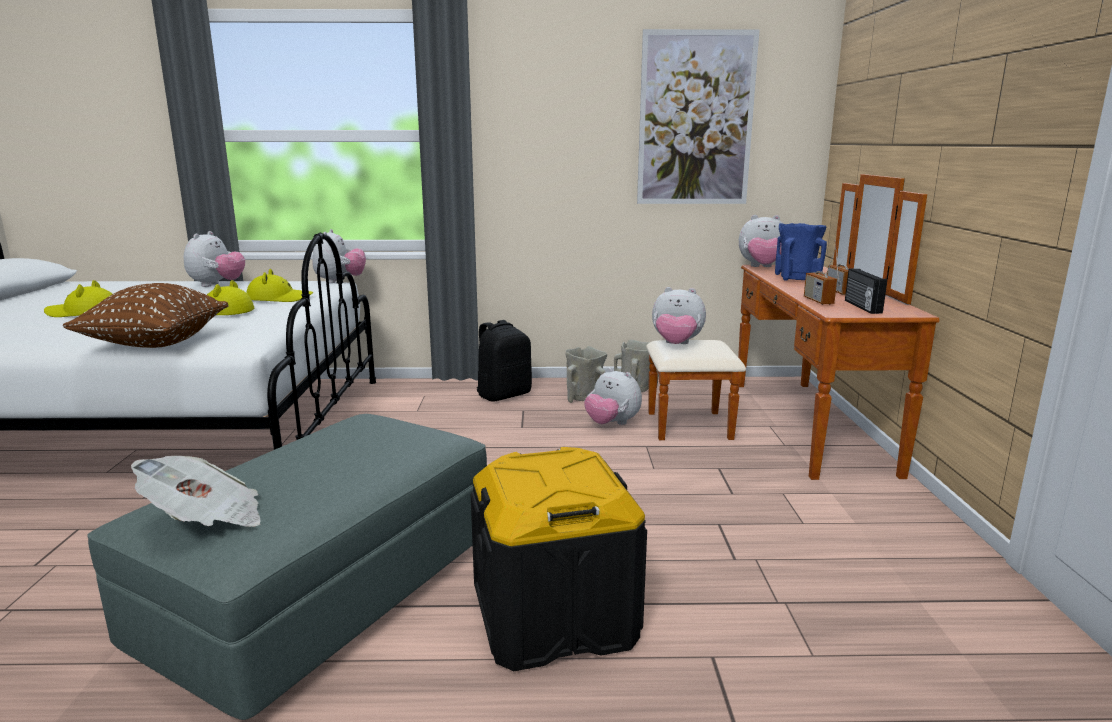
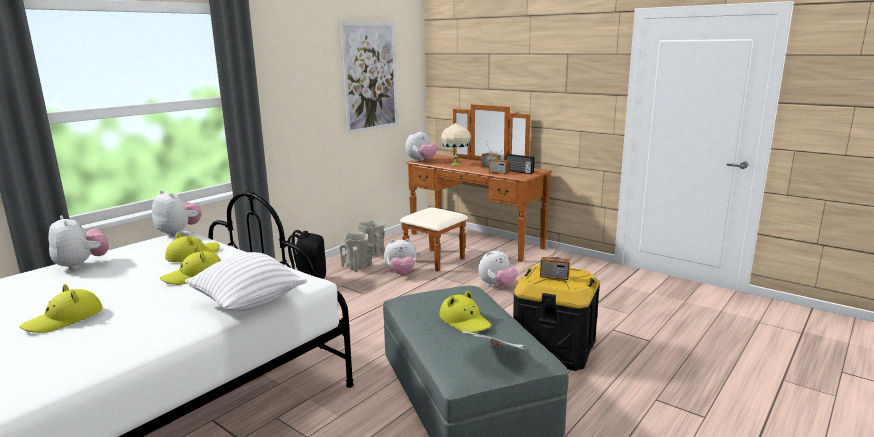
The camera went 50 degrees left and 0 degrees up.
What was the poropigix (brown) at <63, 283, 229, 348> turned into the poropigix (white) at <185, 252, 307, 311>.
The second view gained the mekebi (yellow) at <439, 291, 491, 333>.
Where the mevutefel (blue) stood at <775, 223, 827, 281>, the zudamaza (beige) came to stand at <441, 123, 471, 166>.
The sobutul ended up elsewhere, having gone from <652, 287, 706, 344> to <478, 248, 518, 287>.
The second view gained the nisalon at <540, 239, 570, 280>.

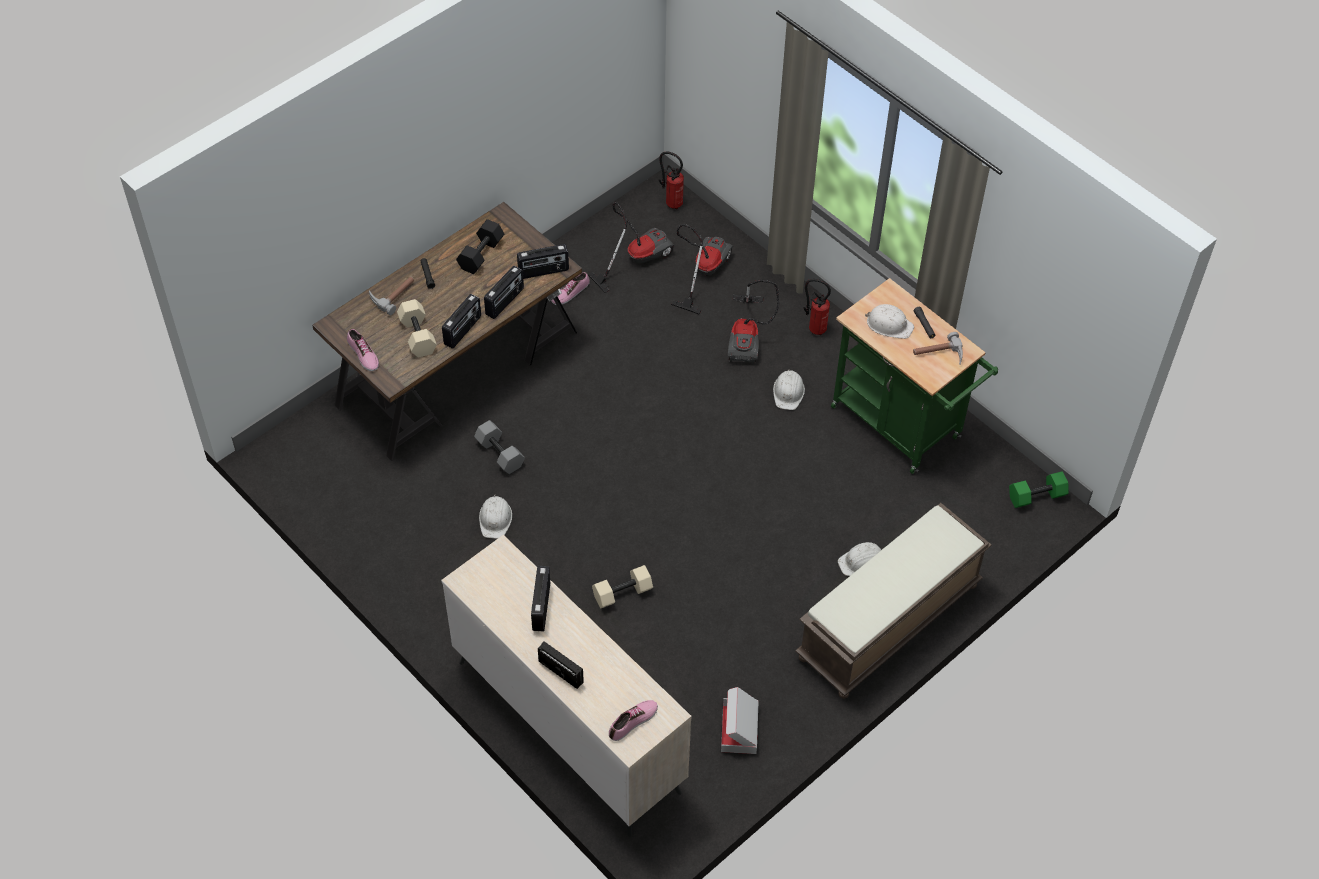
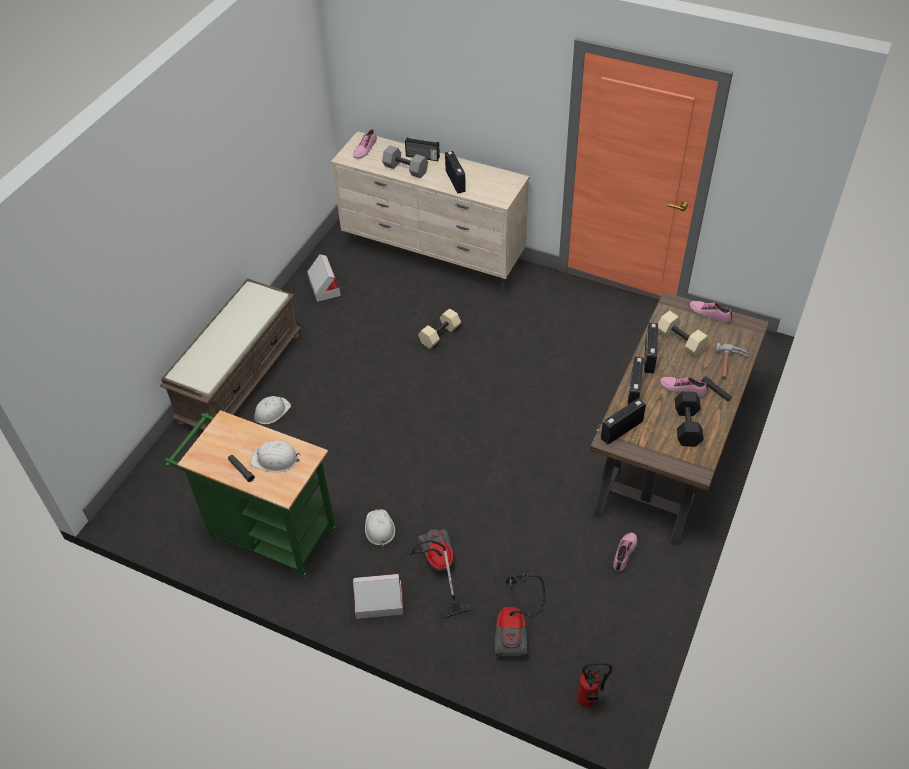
The camera went 160 degrees right and 5 degrees down.
Where the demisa stood at <804, 279, 831, 335>, the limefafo came to stand at <353, 574, 403, 619>.
The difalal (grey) ended up elsewhere, having gone from <474, 420, 525, 474> to <382, 145, 428, 178>.
The second view gained the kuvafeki at <660, 377, 708, 397>.
The second view lost the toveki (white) at <479, 494, 512, 539>.
The second view lost the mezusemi at <588, 202, 674, 293>.
The second view lost the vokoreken at <913, 332, 963, 365>.
The second view lost the difalal (green) at <1009, 471, 1069, 508>.

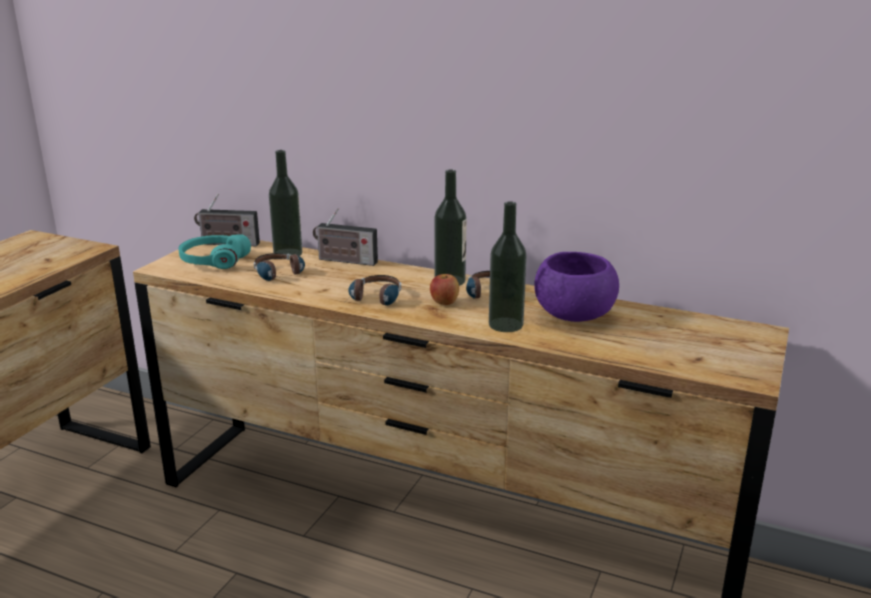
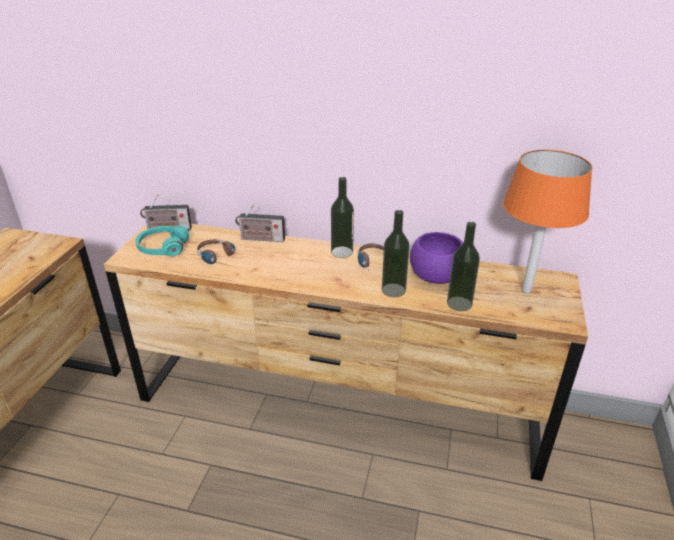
The camera went 10 degrees left and 10 degrees up.
The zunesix ended up elsewhere, having gone from <269, 150, 302, 256> to <447, 222, 480, 311>.
The second view gained the zudamaza (orange) at <503, 150, 593, 293>.
The second view lost the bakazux at <348, 275, 401, 306>.
The second view lost the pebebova at <430, 274, 459, 305>.

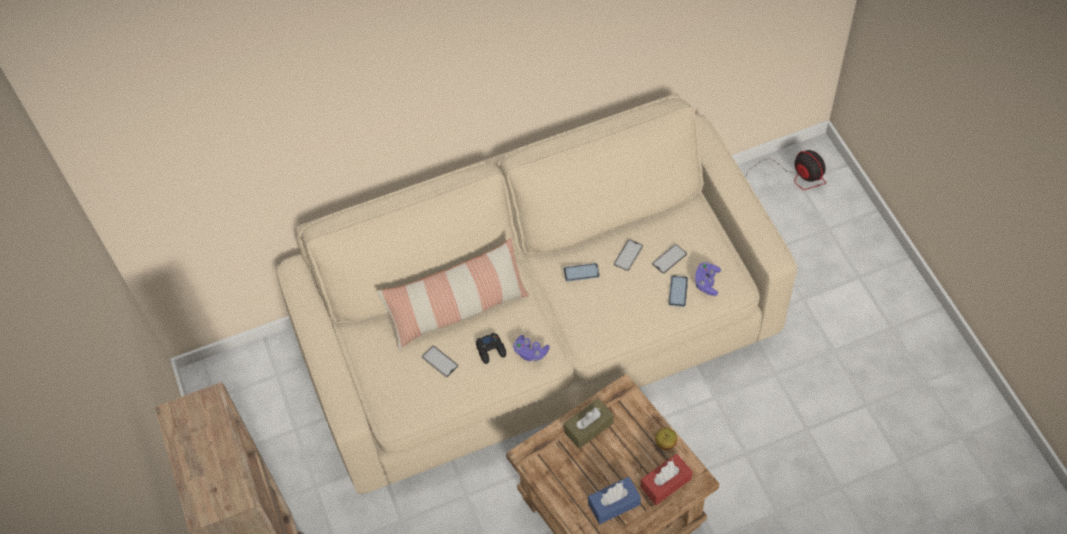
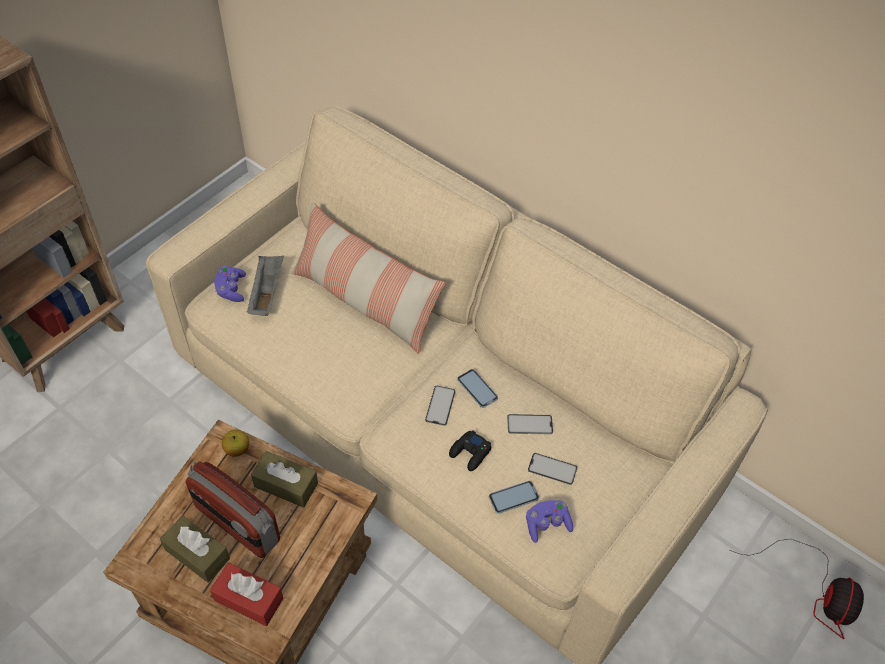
The camera went 55 degrees right and 5 degrees down.
What was the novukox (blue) at <588, 477, 641, 524> turned into the novukox (brown) at <160, 515, 230, 583>.
The second view gained the nisalon at <186, 461, 280, 558>.
The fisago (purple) ended up elsewhere, having gone from <513, 335, 550, 362> to <214, 266, 246, 302>.
The pebebova ended up elsewhere, having gone from <655, 428, 677, 450> to <222, 430, 249, 457>.
The second view gained the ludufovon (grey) at <247, 256, 284, 316>.
The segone ended up elsewhere, having gone from <422, 346, 458, 377> to <425, 386, 456, 426>.
The fisago (black) ended up elsewhere, having gone from <476, 332, 506, 364> to <449, 430, 491, 471>.

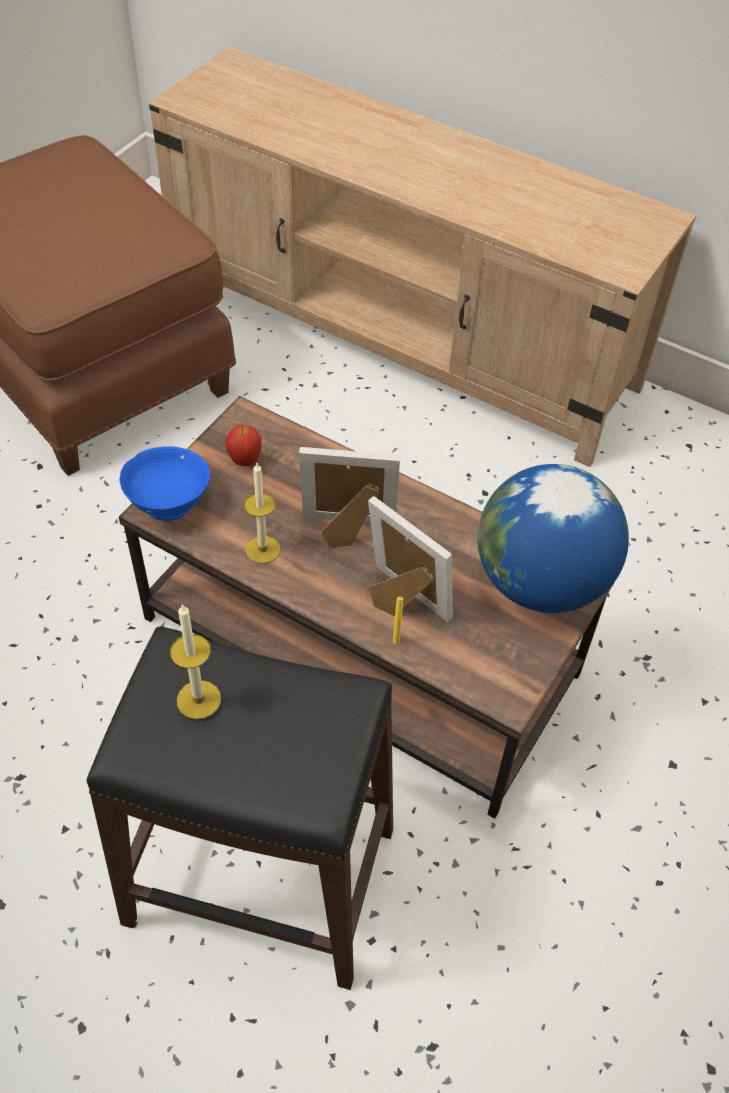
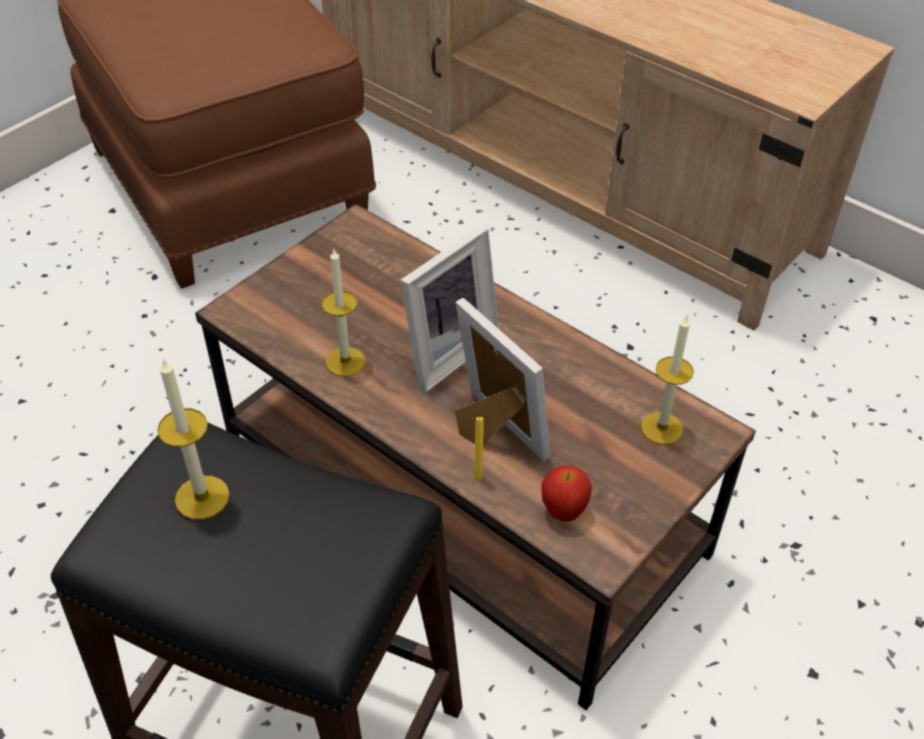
The camera went 10 degrees right and 5 degrees down.
The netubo at <299, 447, 400, 548> ended up facing another way, 120 degrees clockwise from before.
The pebebova ended up elsewhere, having gone from <225, 425, 262, 466> to <541, 466, 592, 522>.
Where the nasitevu stood at <478, 464, 629, 613>, the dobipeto came to stand at <641, 315, 694, 444>.
The second view lost the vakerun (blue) at <119, 446, 210, 521>.

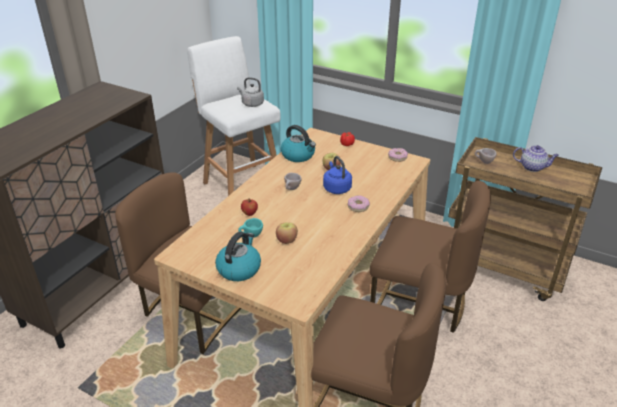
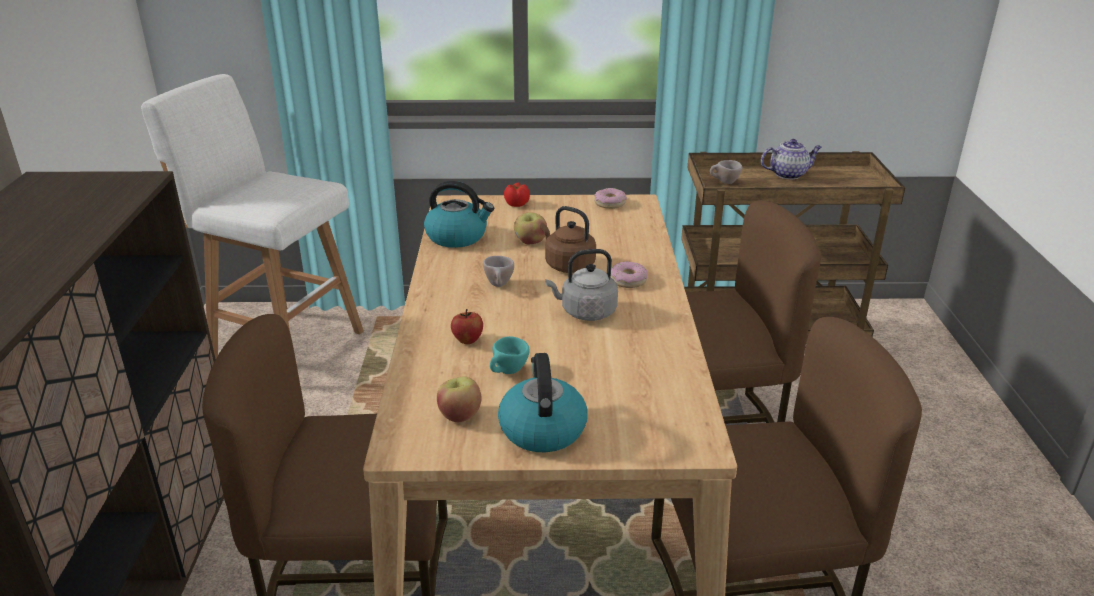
The camera went 30 degrees left and 5 degrees down.
The pebebova ended up elsewhere, having gone from <276, 223, 298, 244> to <437, 377, 482, 422>.
What was the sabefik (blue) at <323, 156, 352, 194> turned into the sabefik (brown) at <540, 206, 596, 273>.
The sabefik (grey) ended up elsewhere, having gone from <237, 77, 264, 107> to <545, 249, 618, 321>.

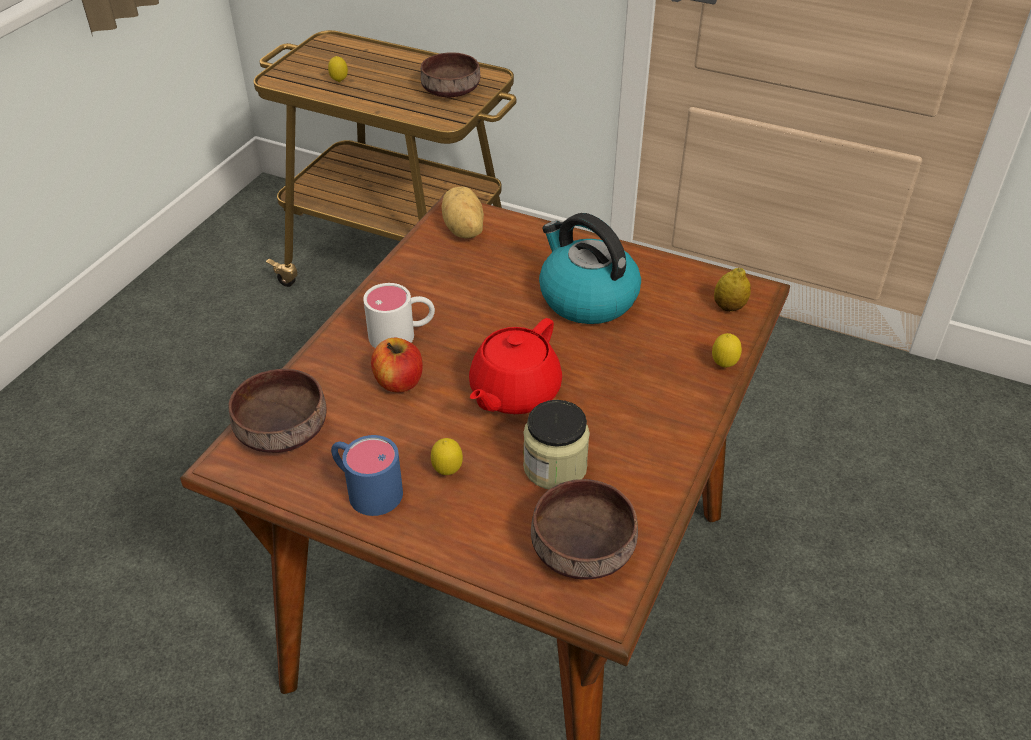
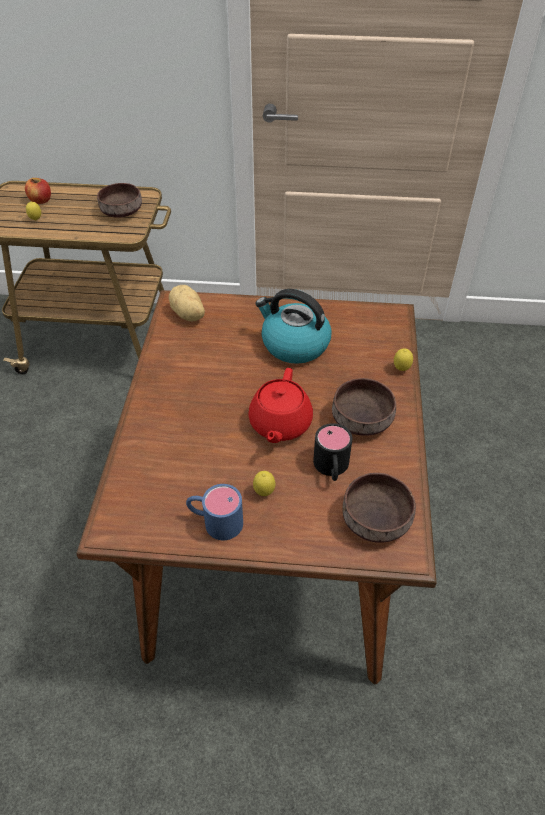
The camera went 20 degrees left and 5 degrees up.
The pebebova ended up elsewhere, having gone from <371, 337, 423, 393> to <25, 178, 51, 204>.
Where the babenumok stood at <523, 400, 590, 489>, the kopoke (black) came to stand at <313, 423, 352, 481>.
The vakerun (brown) ended up elsewhere, having gone from <228, 369, 327, 453> to <332, 378, 396, 436>.
The second view lost the kopoke (white) at <363, 283, 435, 348>.
The second view lost the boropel at <714, 268, 751, 312>.

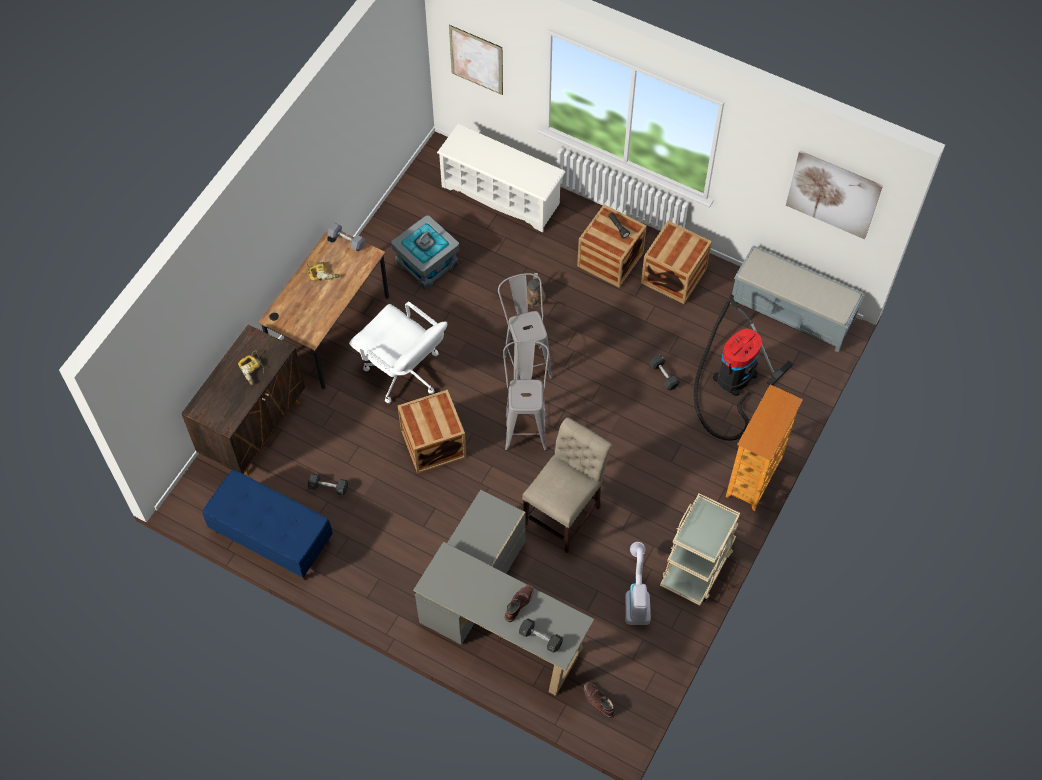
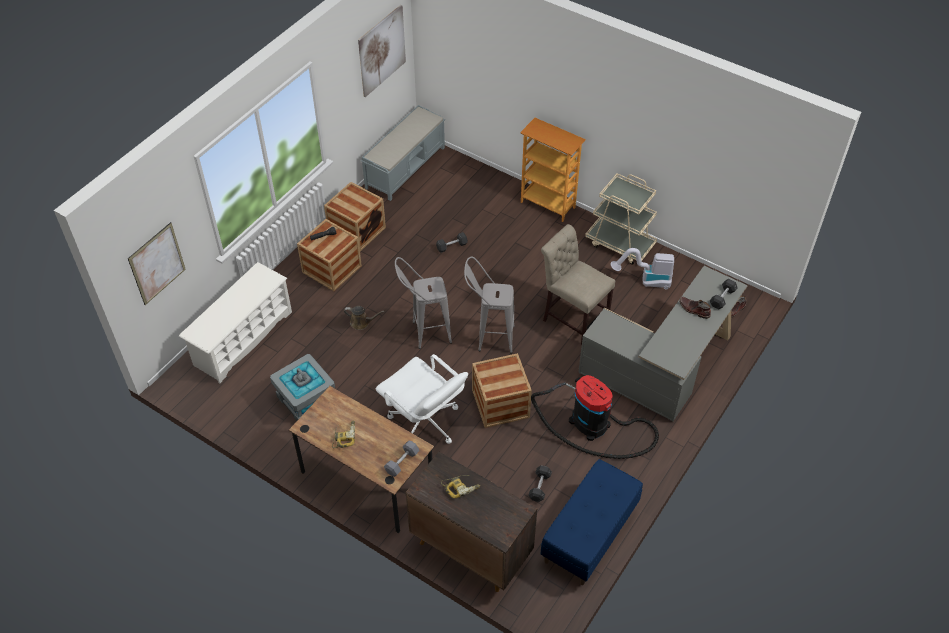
The camera went 85 degrees left and 10 degrees down.
The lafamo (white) at <349, 302, 447, 403> ended up facing another way, 90 degrees clockwise from before.
The difalal (grey) ended up elsewhere, having gone from <328, 223, 365, 251> to <384, 440, 419, 477>.
The mezusemi ended up elsewhere, having gone from <693, 294, 793, 441> to <531, 375, 659, 459>.

